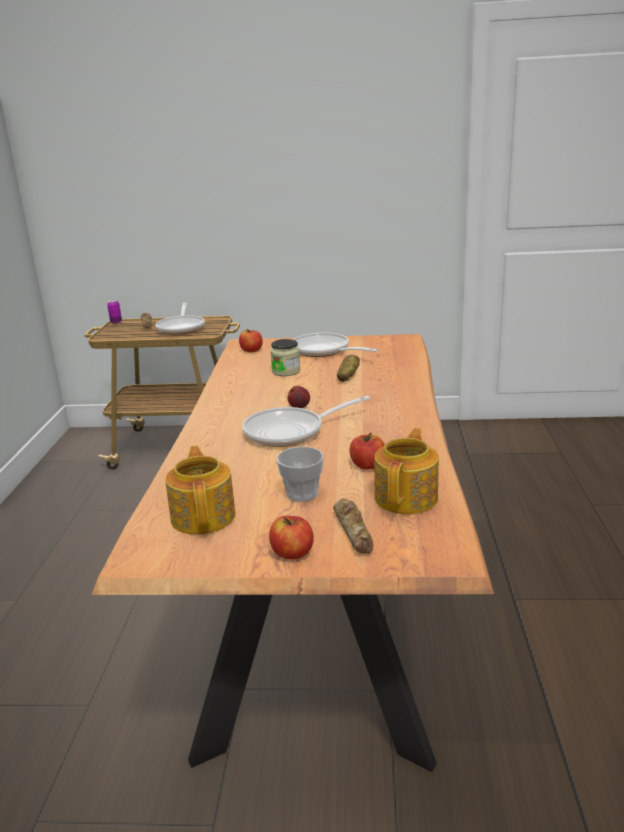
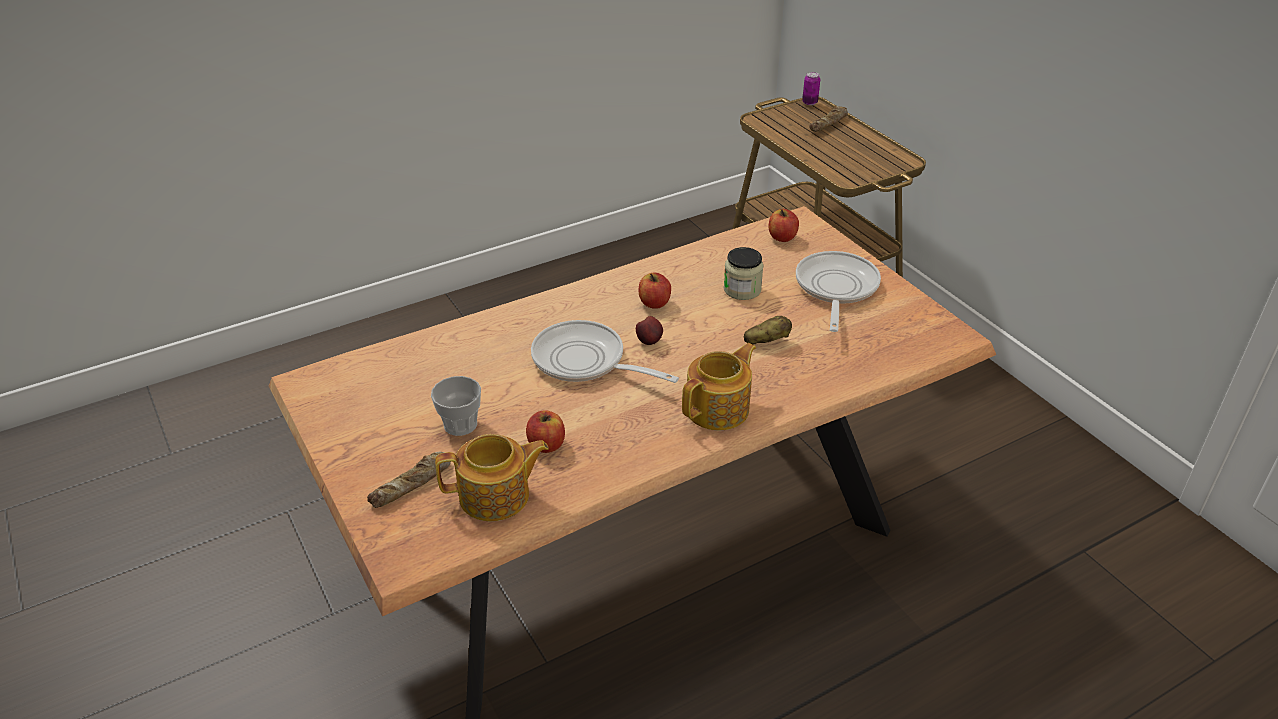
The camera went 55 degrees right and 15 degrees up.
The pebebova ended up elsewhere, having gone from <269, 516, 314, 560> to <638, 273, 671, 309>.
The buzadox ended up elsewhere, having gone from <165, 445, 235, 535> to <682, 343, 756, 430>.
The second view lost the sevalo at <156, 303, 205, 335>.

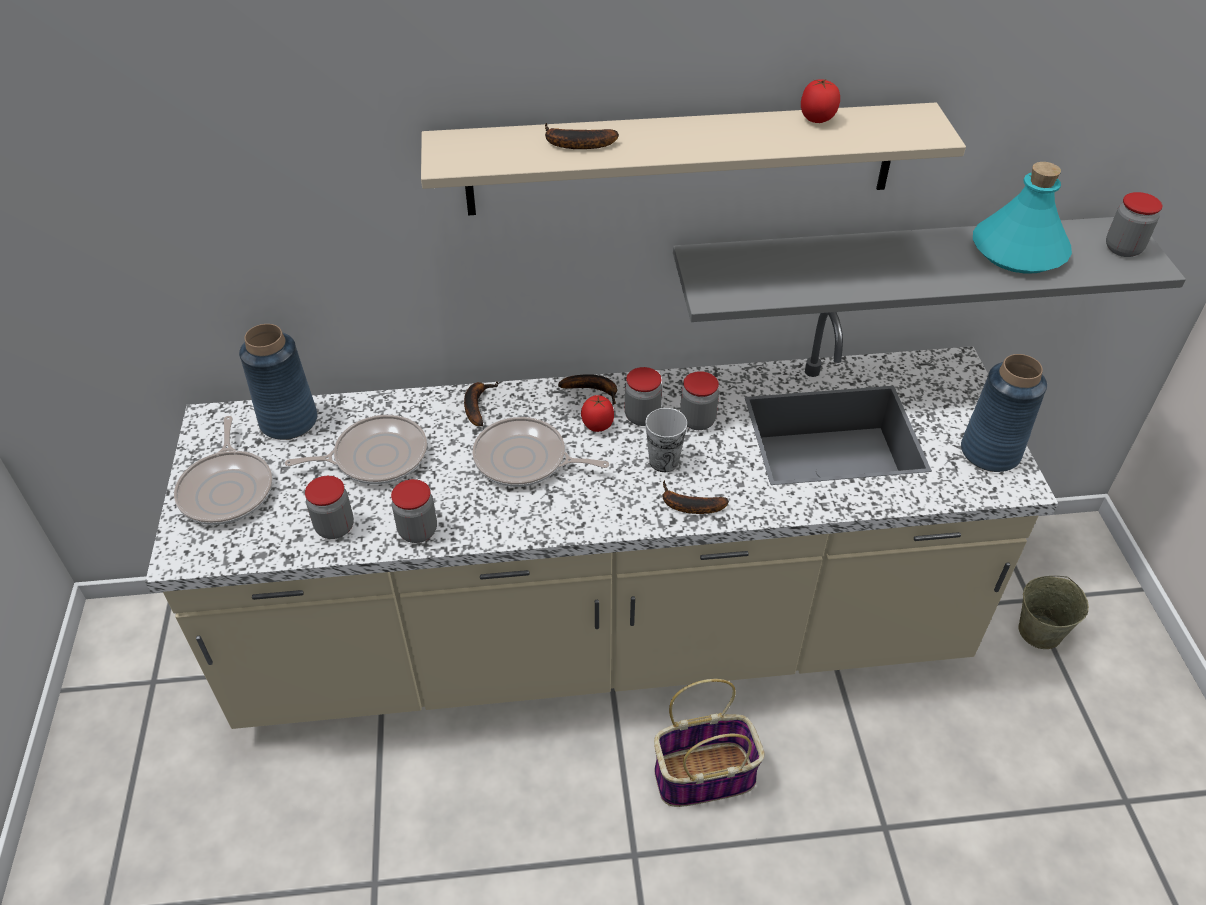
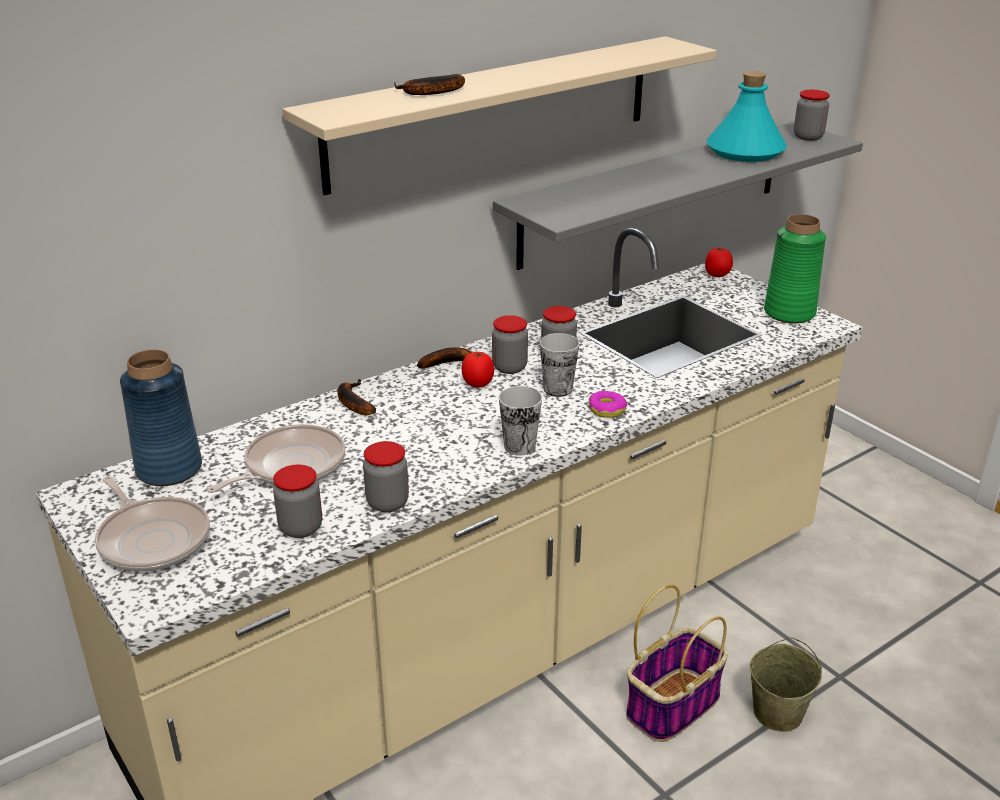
The camera went 30 degrees left and 15 degrees down.
The second view gained the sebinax at <499, 386, 542, 456>.
Where the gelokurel stood at <663, 480, 729, 514>, the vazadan came to stand at <589, 391, 627, 418>.
The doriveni ended up elsewhere, having gone from <801, 79, 840, 123> to <705, 247, 733, 277>.
The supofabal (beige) ended up elsewhere, having gone from <1018, 576, 1089, 649> to <750, 637, 822, 732>.
What was the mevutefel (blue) at <961, 354, 1047, 472> turned into the mevutefel (green) at <764, 214, 826, 323>.
The second view lost the sevalo at <472, 417, 609, 487>.

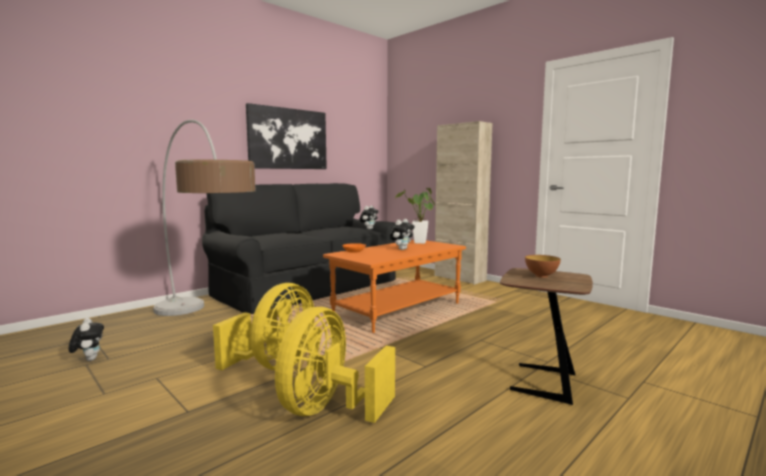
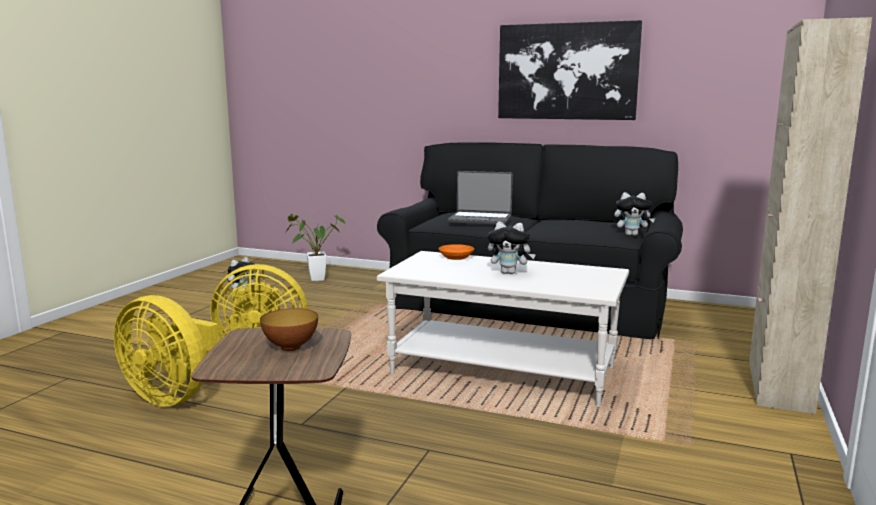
The camera went 65 degrees right and 5 degrees up.
The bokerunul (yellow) at <275, 307, 395, 423> ended up facing another way, 150 degrees counterclockwise from before.
The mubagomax ended up elsewhere, having gone from <395, 188, 435, 244> to <285, 214, 345, 281>.
What was the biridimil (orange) at <323, 240, 466, 333> turned into the biridimil (white) at <377, 251, 629, 407>.
The second view gained the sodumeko at <448, 171, 513, 225>.
The second view lost the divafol at <153, 120, 256, 316>.

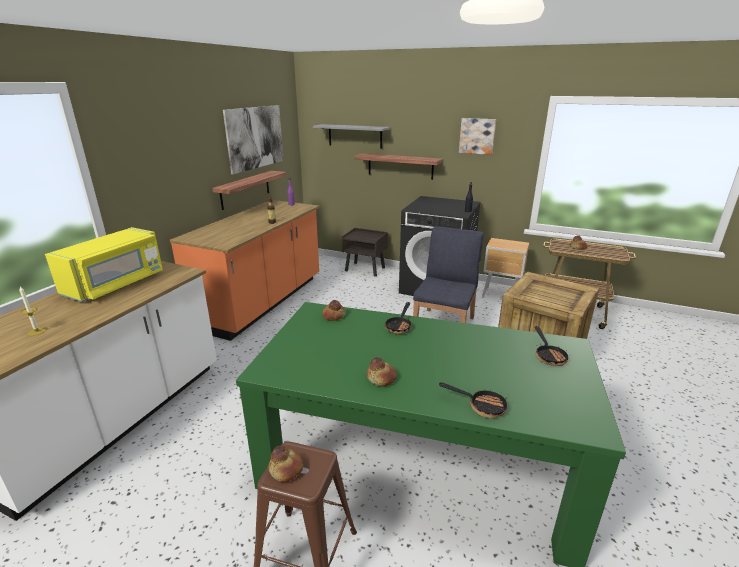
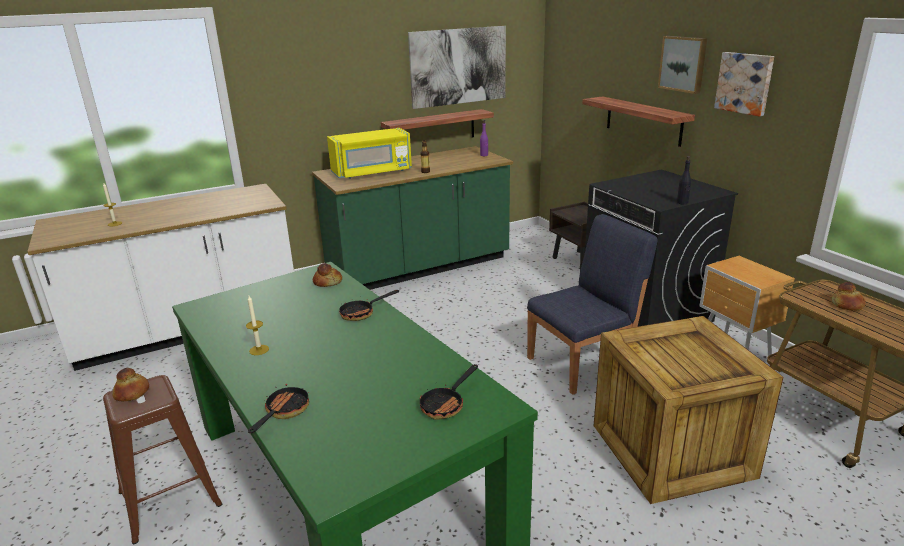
The camera went 40 degrees right and 0 degrees up.
Where the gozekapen stood at <367, 357, 397, 386>, the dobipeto came to stand at <246, 296, 269, 355>.
The sevalo at <439, 382, 507, 418> ended up facing another way, 135 degrees counterclockwise from before.
What was the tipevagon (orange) at <170, 200, 319, 341> turned into the tipevagon (green) at <312, 146, 513, 290>.
The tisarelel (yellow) ended up elsewhere, having gone from <45, 227, 163, 302> to <327, 128, 412, 179>.
The second view gained the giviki at <658, 36, 707, 94>.
The second view lost the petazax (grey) at <313, 124, 390, 149>.

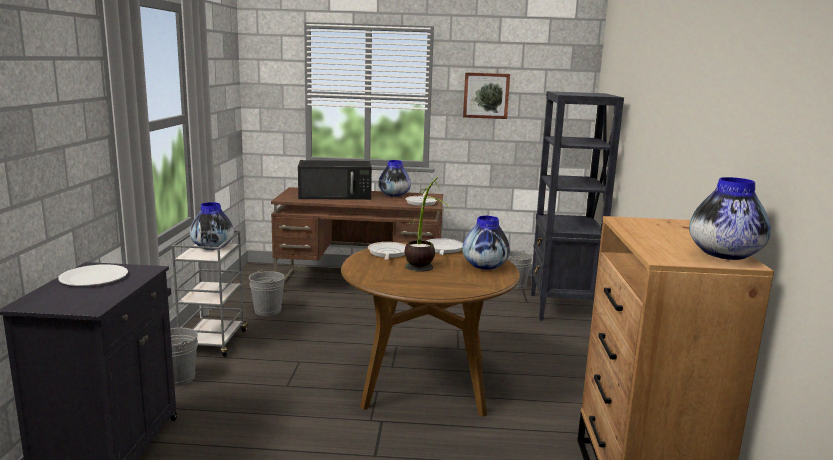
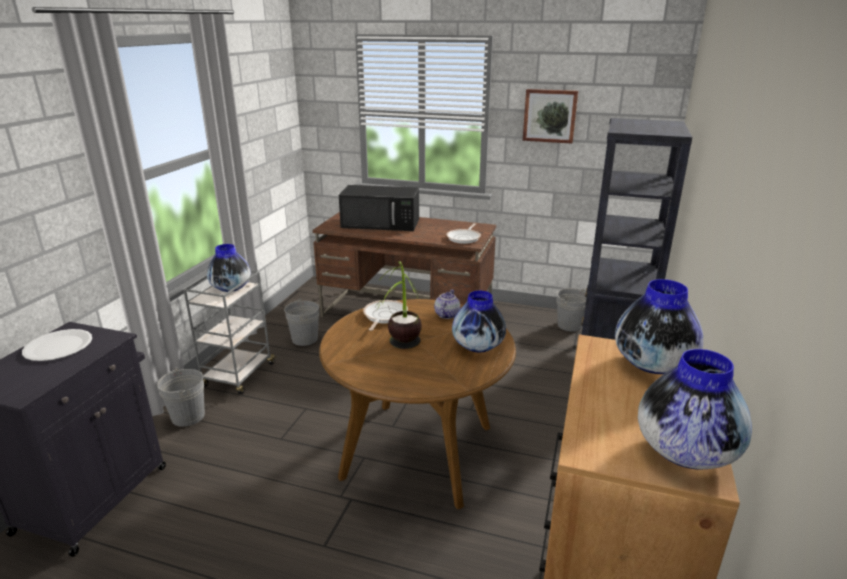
The camera went 15 degrees right and 10 degrees up.
Where the sevalo stood at <426, 238, 463, 255>, the buzadox came to stand at <434, 289, 460, 319>.
The mevutefel ended up elsewhere, having gone from <378, 160, 411, 197> to <615, 279, 703, 374>.

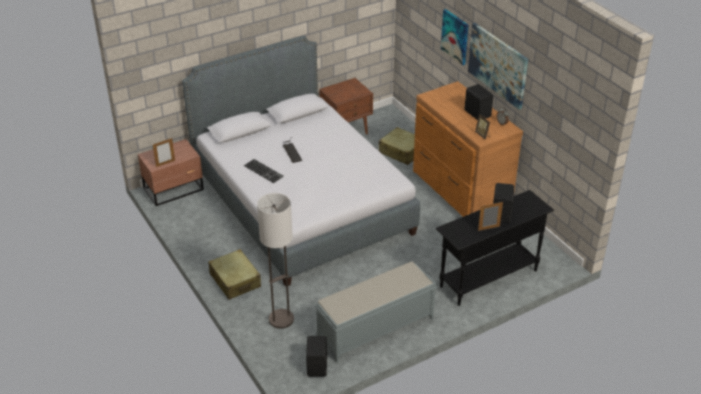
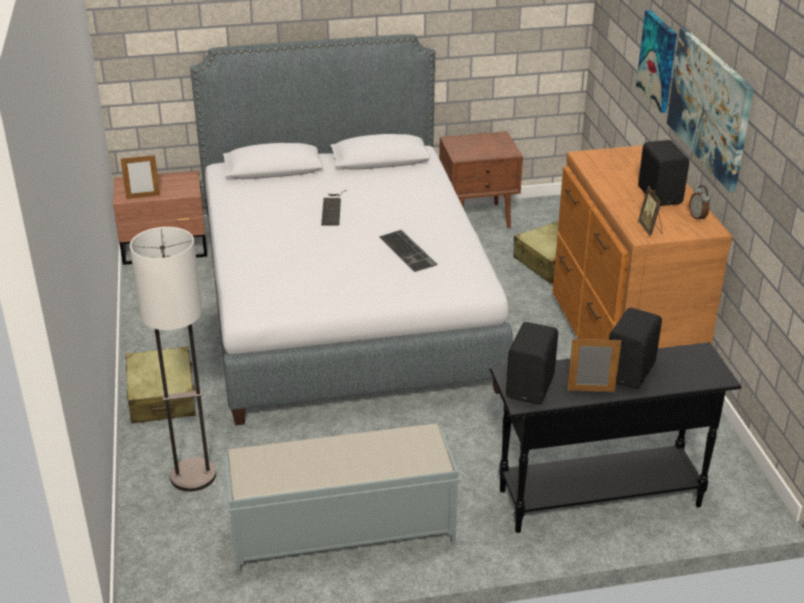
The camera went 20 degrees right and 5 degrees down.
The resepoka ended up elsewhere, having gone from <244, 159, 284, 183> to <379, 230, 438, 272>.
The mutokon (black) ended up elsewhere, having gone from <306, 336, 327, 377> to <506, 322, 558, 404>.

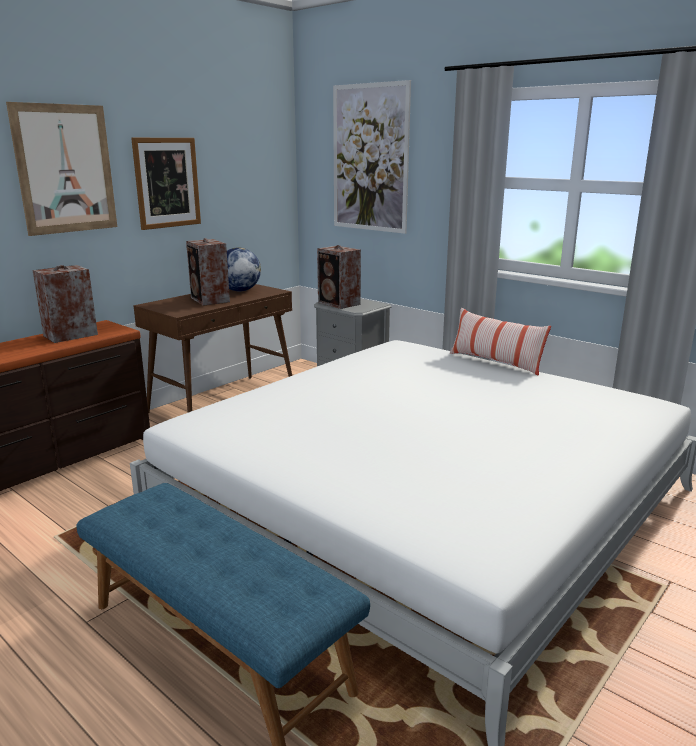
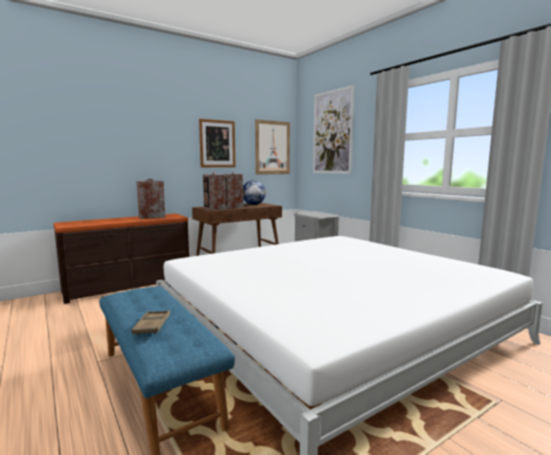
The camera went 15 degrees right and 10 degrees down.
The second view gained the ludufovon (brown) at <131, 310, 170, 335>.
The mutokon ended up elsewhere, having gone from <317, 245, 361, 309> to <203, 173, 226, 210>.
The giviki ended up elsewhere, having gone from <6, 102, 117, 236> to <255, 119, 290, 175>.
The second view lost the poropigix at <450, 308, 551, 375>.

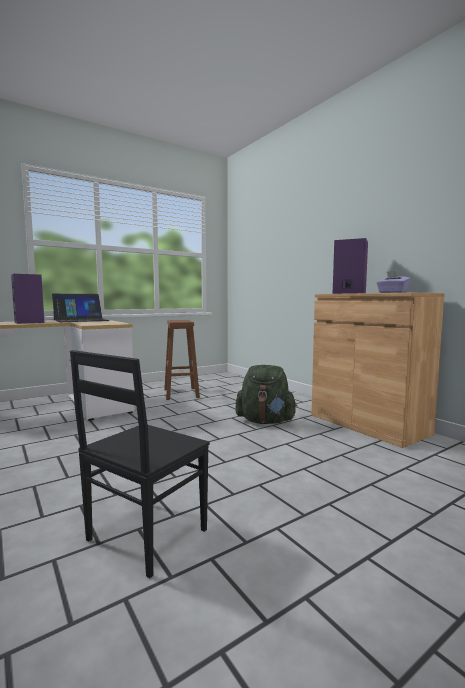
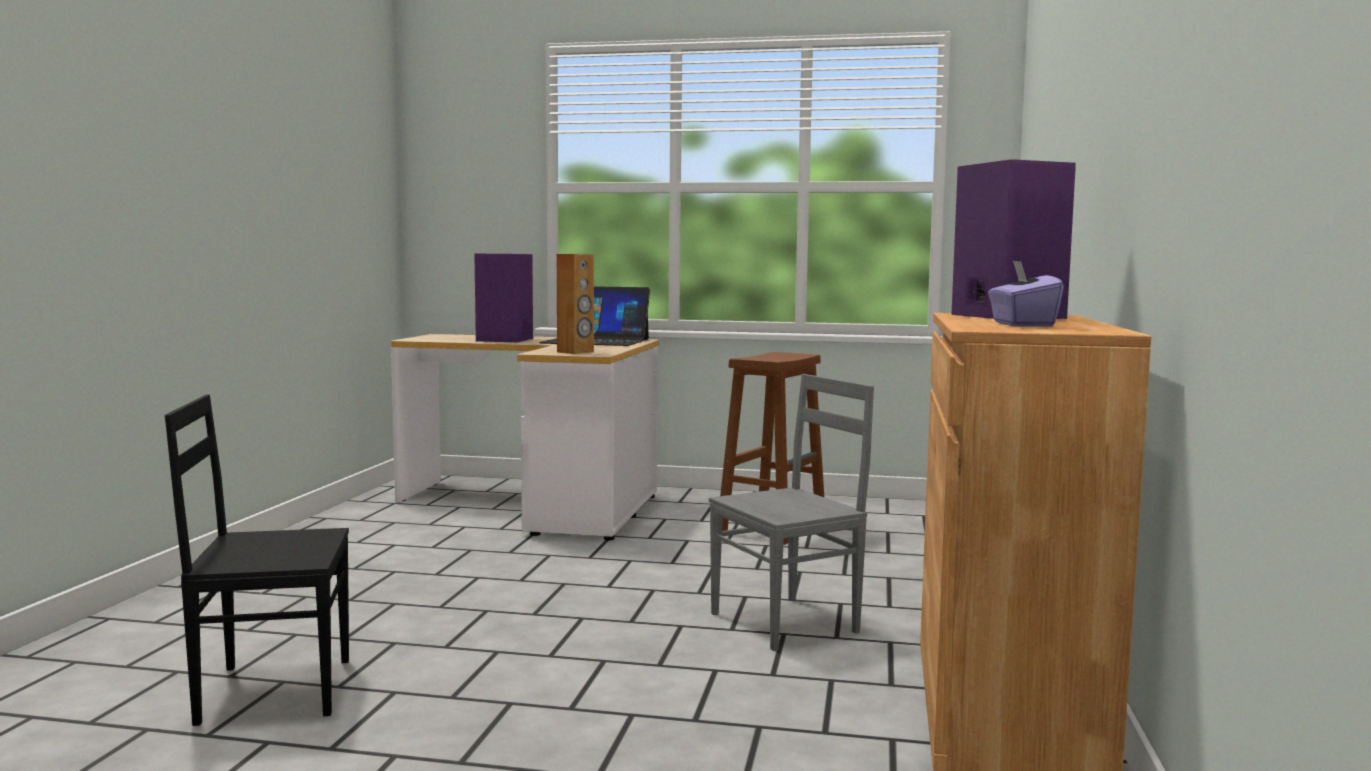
The camera went 45 degrees right and 0 degrees up.
The second view gained the mutokon (brown) at <557, 254, 594, 354>.
Where the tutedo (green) stood at <236, 365, 297, 424>, the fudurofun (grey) came to stand at <709, 374, 874, 651>.

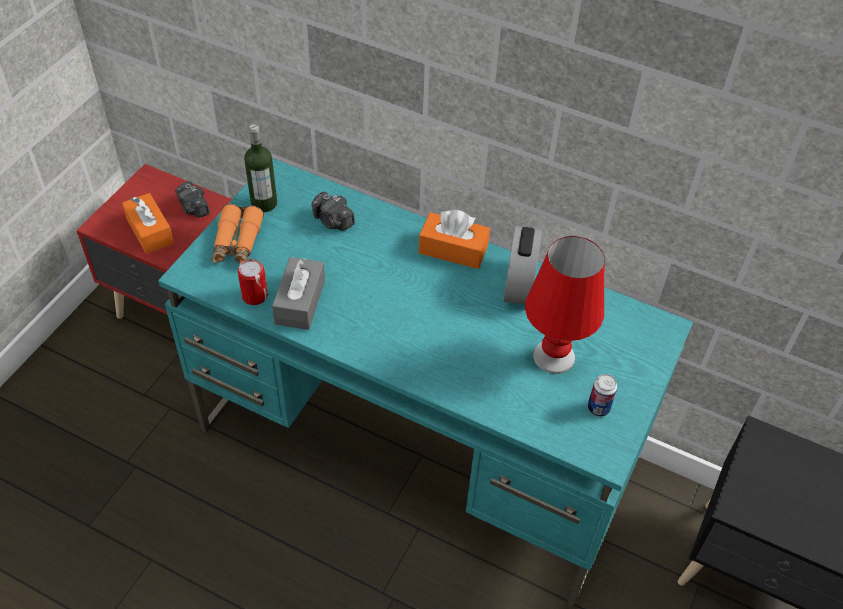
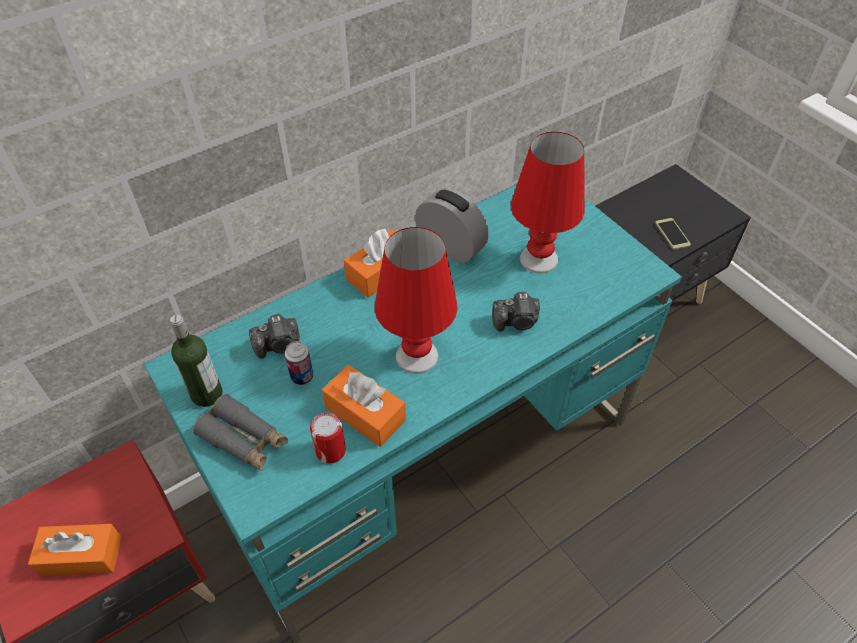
The camera went 60 degrees left and 0 degrees up.
What was the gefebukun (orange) at <212, 204, 264, 264> turned into the gefebukun (grey) at <193, 394, 288, 471>.
The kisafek ended up elsewhere, having gone from <588, 374, 617, 417> to <285, 341, 313, 385>.
What was the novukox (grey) at <272, 257, 325, 330> turned into the novukox (orange) at <322, 365, 406, 447>.
The second view gained the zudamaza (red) at <375, 227, 458, 374>.
The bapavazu ended up elsewhere, having gone from <175, 181, 210, 218> to <492, 292, 540, 332>.
The second view gained the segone at <655, 218, 691, 250>.

